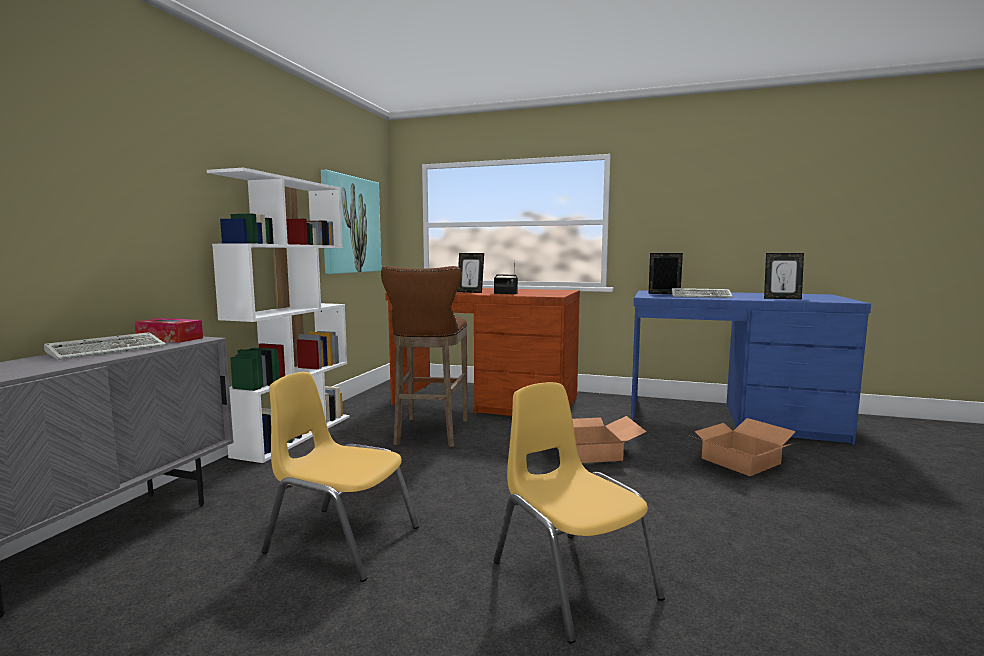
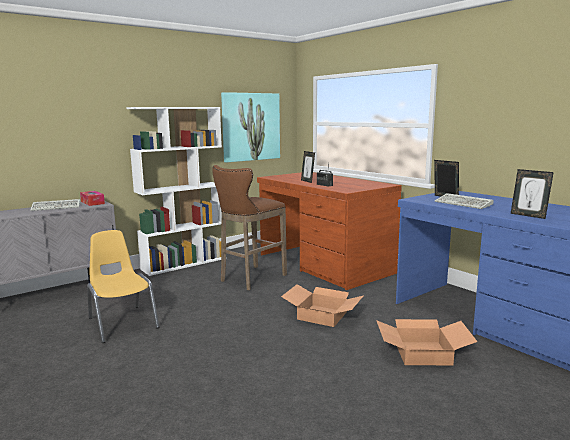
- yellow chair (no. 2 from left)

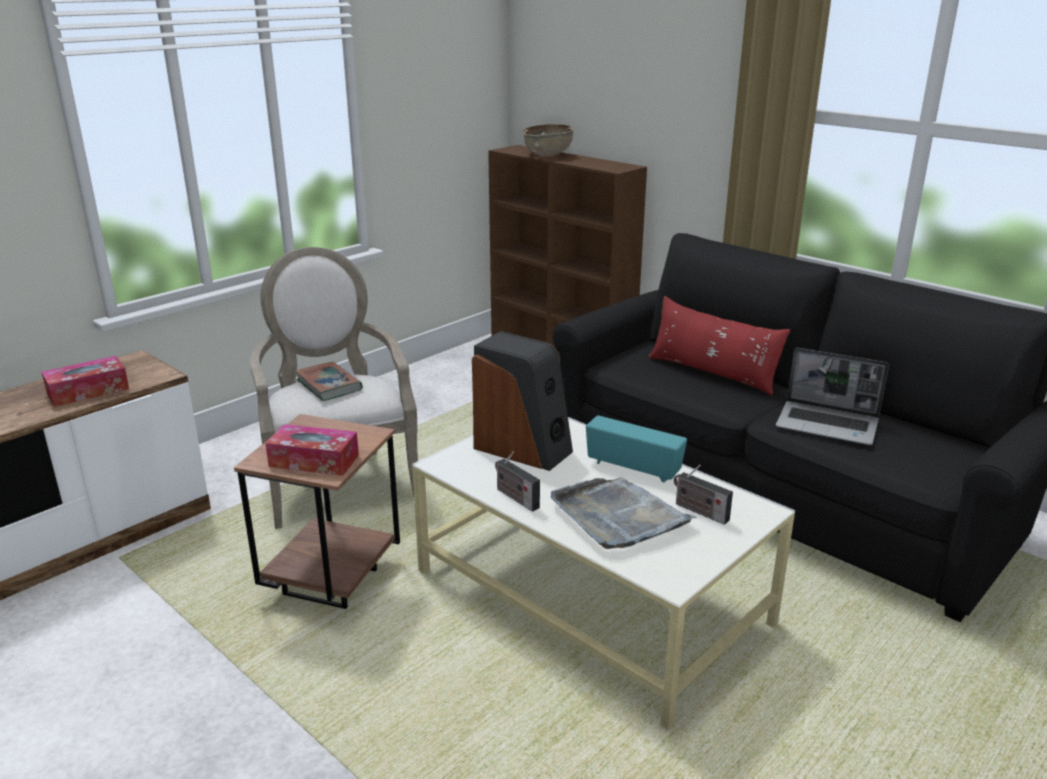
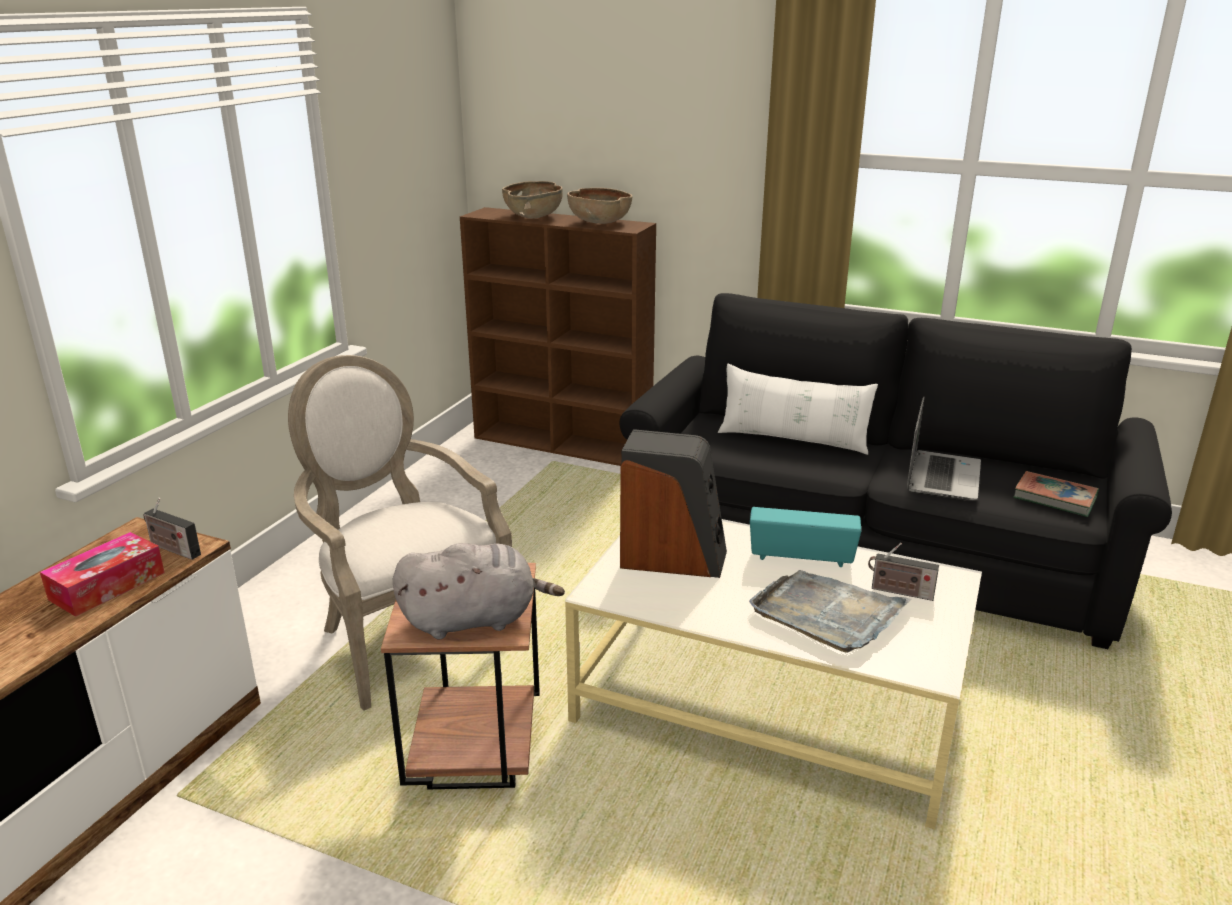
~ red pillow to white pillow
~ laptop 75 degrees counterclockwise
~ book
~ tissue box (no. 2 from left) to grey plush toy
~ radio (no. 1 from left)
+ brown bowl (no. 2 from left)

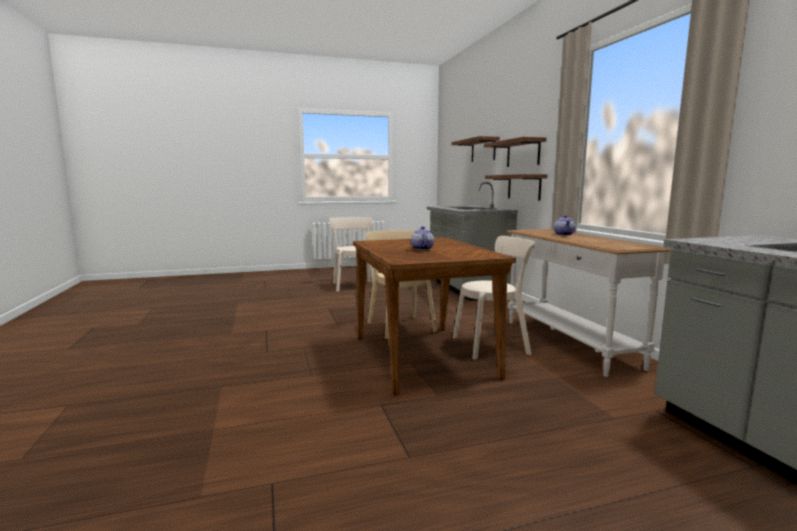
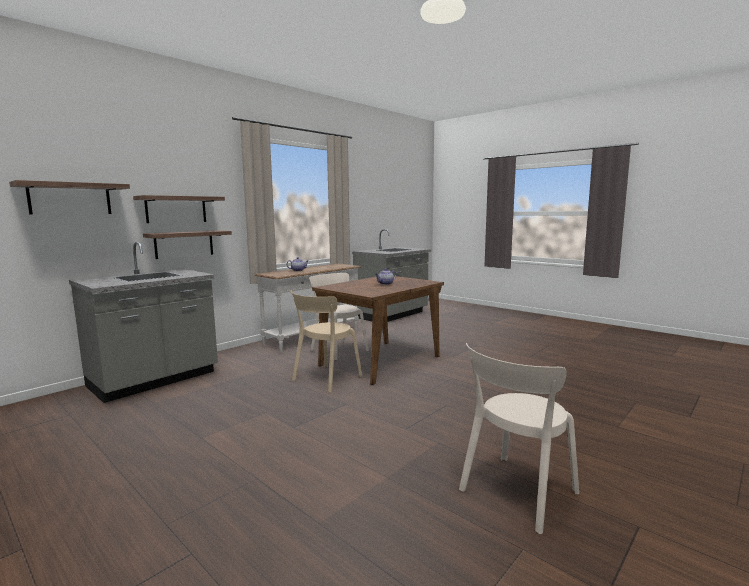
~ beige chair (no. 1 from left in the first image) to beige chair (no. 3 from left)

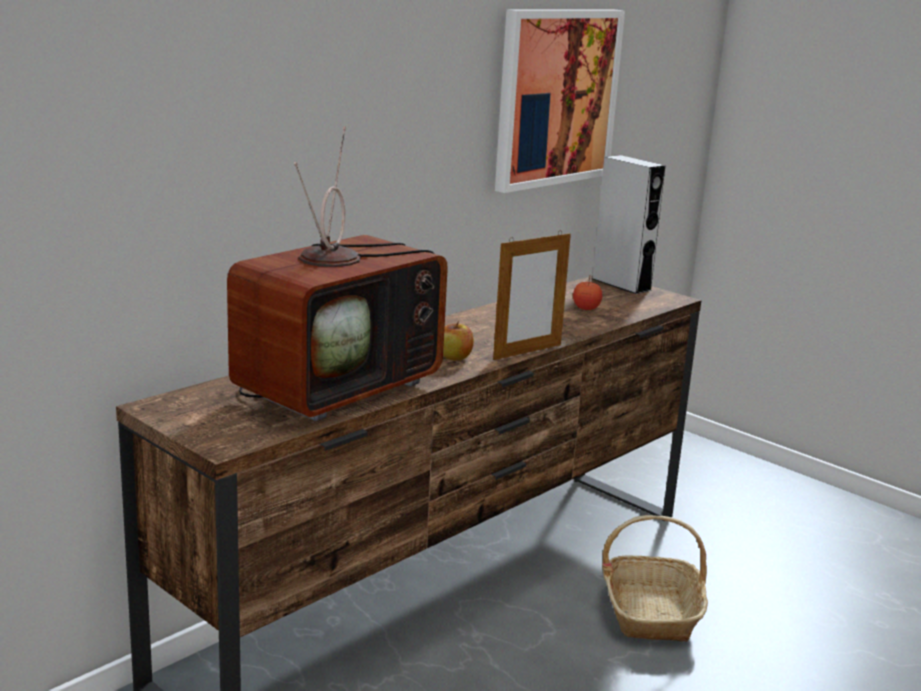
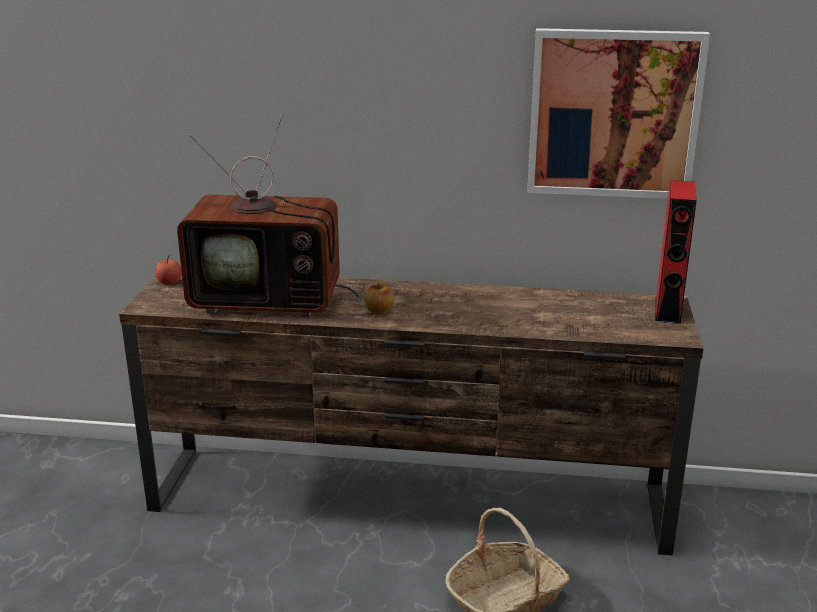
~ grey speaker to red speaker
- picture frame
~ apple (no. 2 from left in the first image) to apple (no. 1 from left)

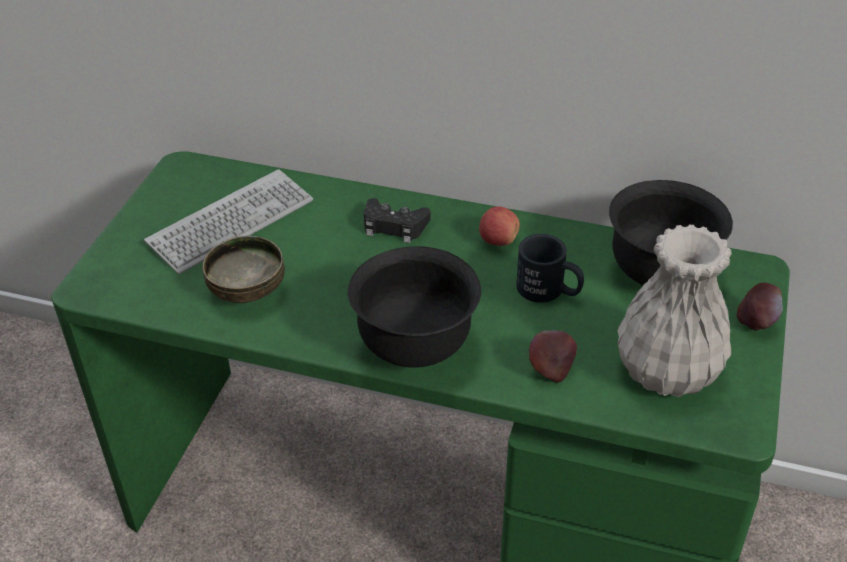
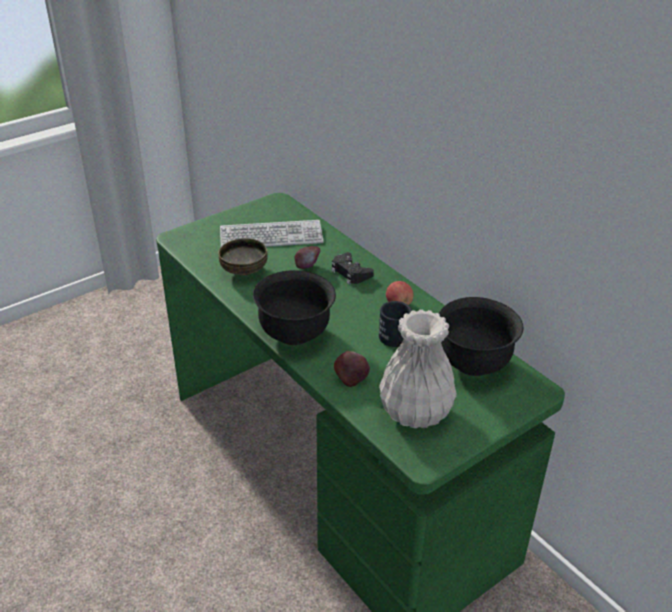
~ apple (no. 3 from left in the first image) to apple (no. 1 from left)

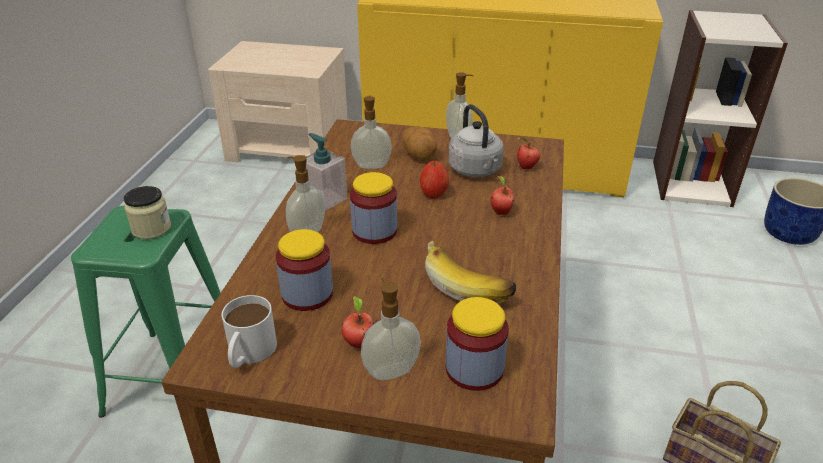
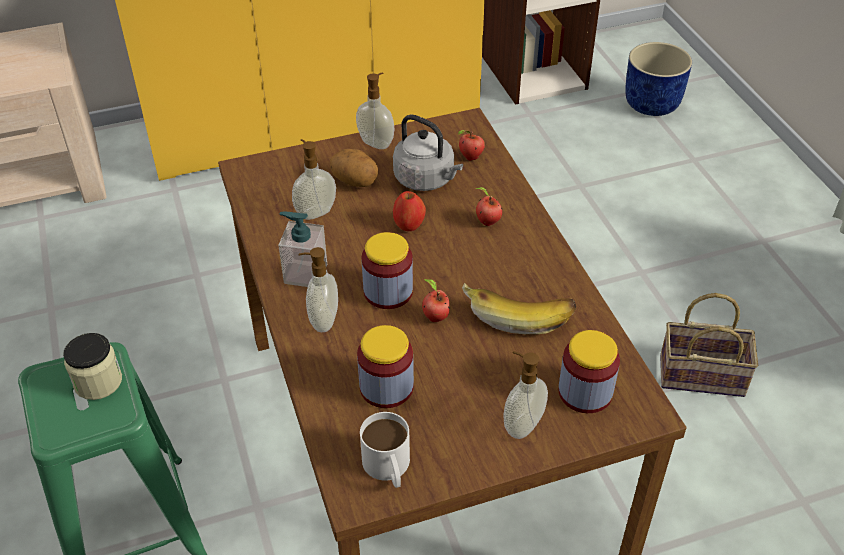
~ apple (no. 1 from left in the first image) to apple (no. 2 from left)

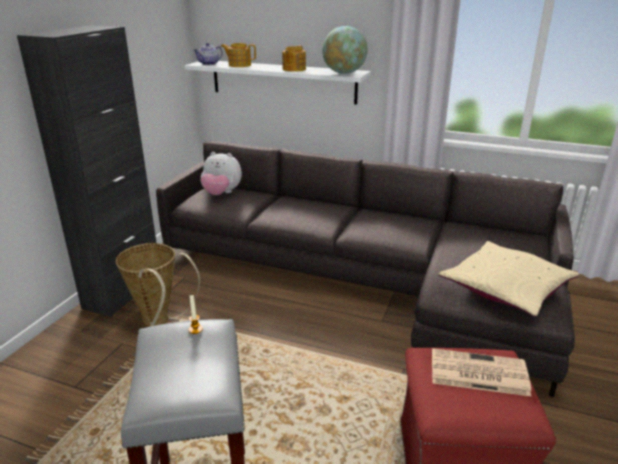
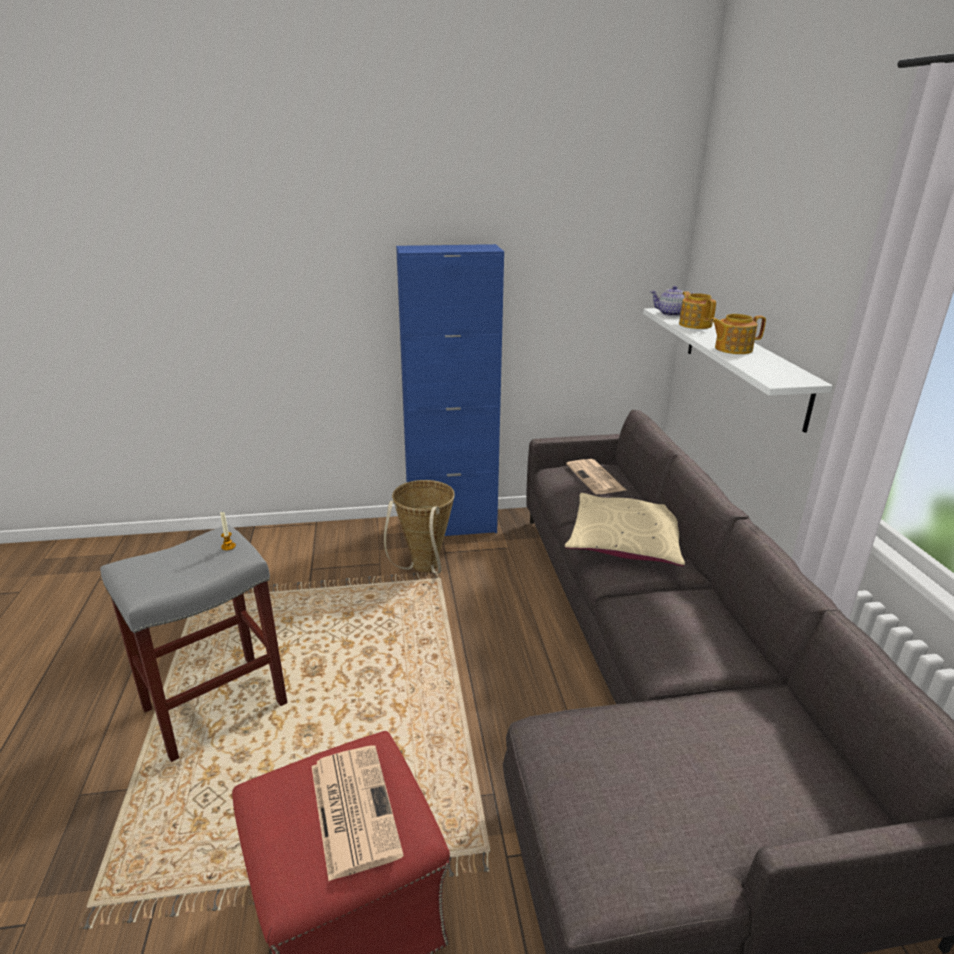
~ black cabinet to blue cabinet
- globe
~ plush toy to newspaper (no. 2 from left)
~ beige pillow

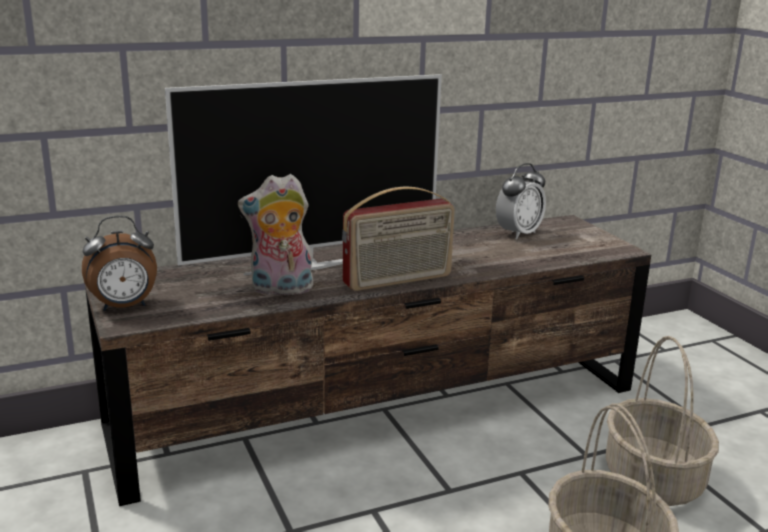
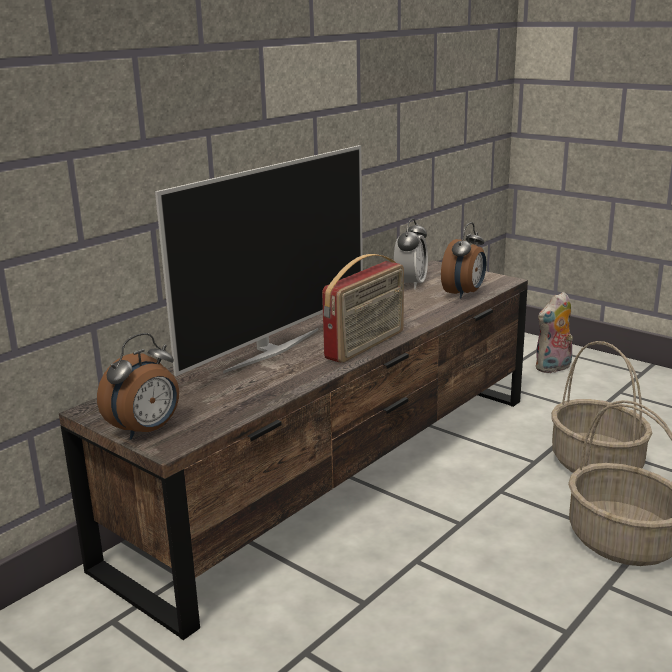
~ plush toy
+ alarm clock (no. 3 from left)

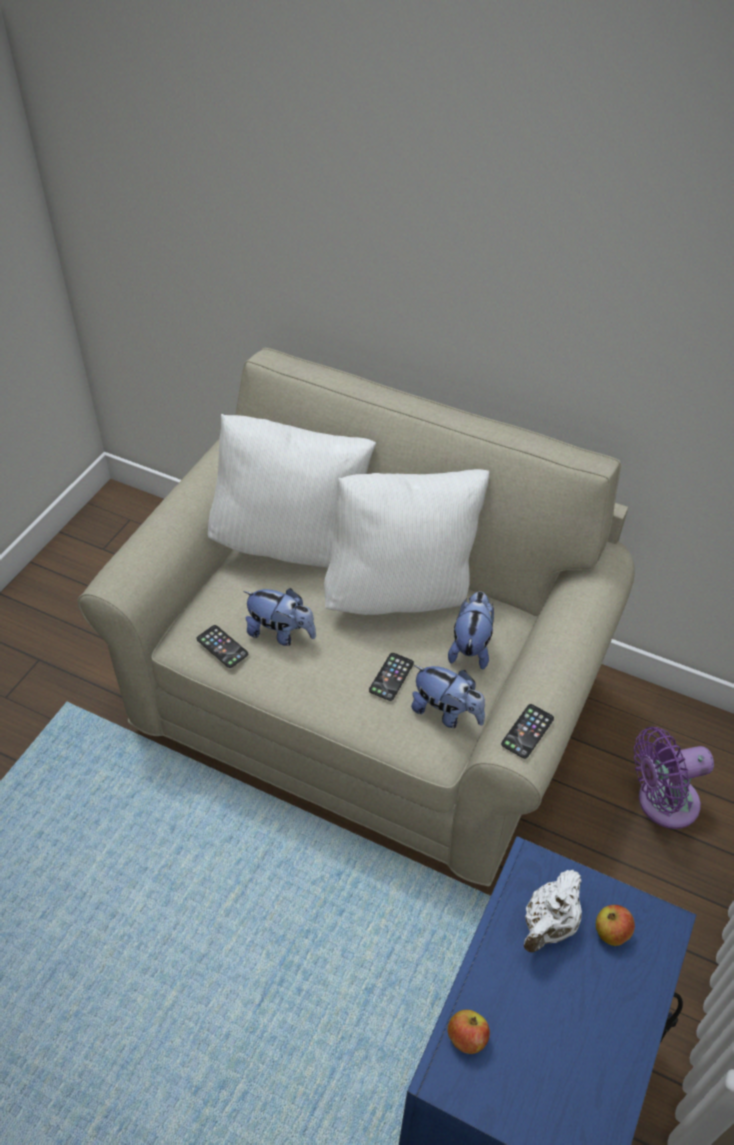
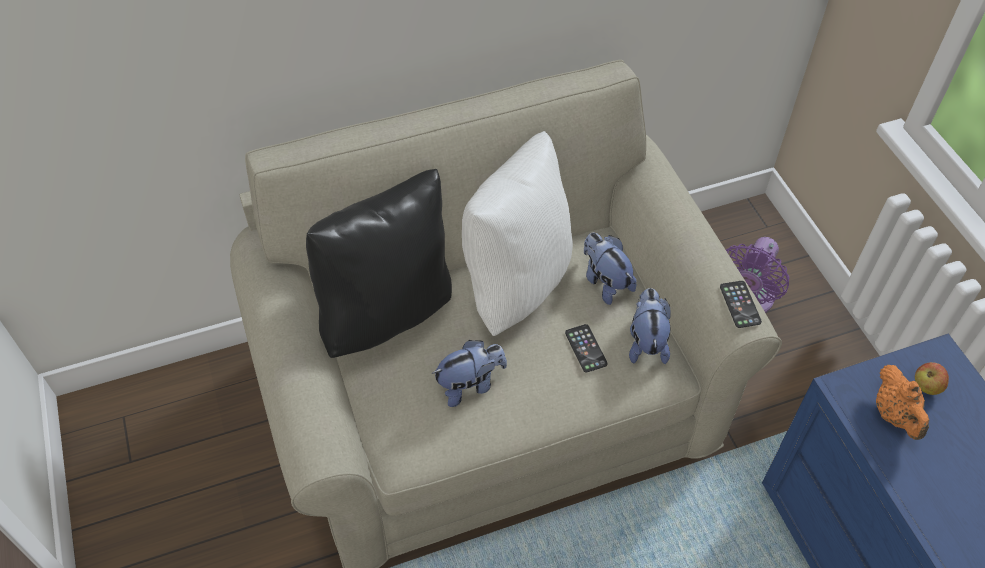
~ white pillow (no. 1 from left) to black pillow
- phone (no. 1 from left)
~ plush toy (no. 2 from left in the first image) 75 degrees counterclockwise
~ white teapot to orange teapot
- apple (no. 1 from left)

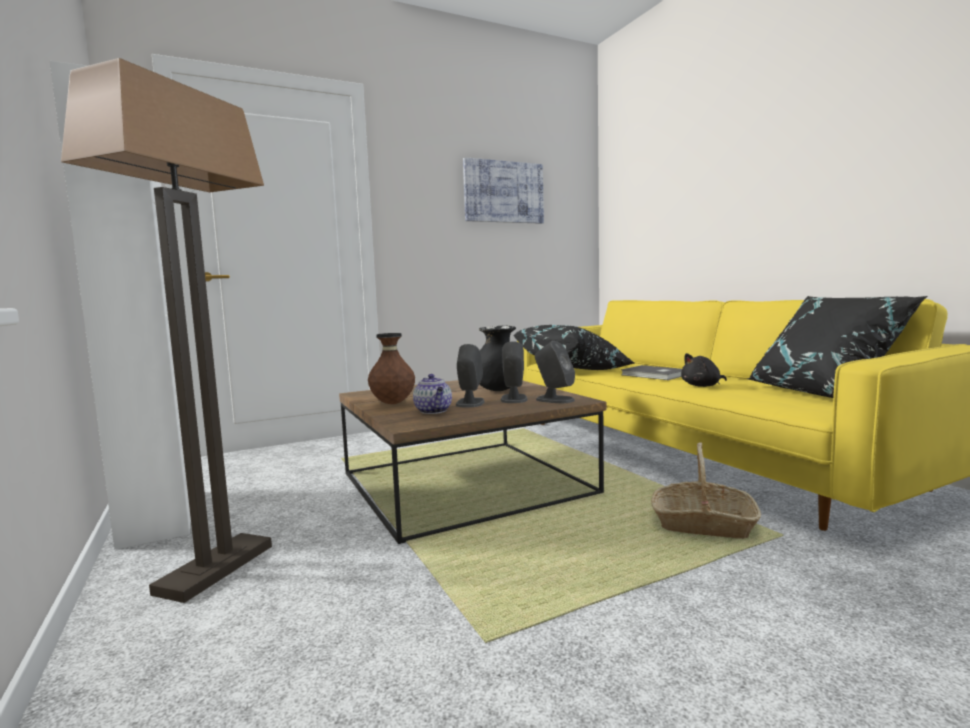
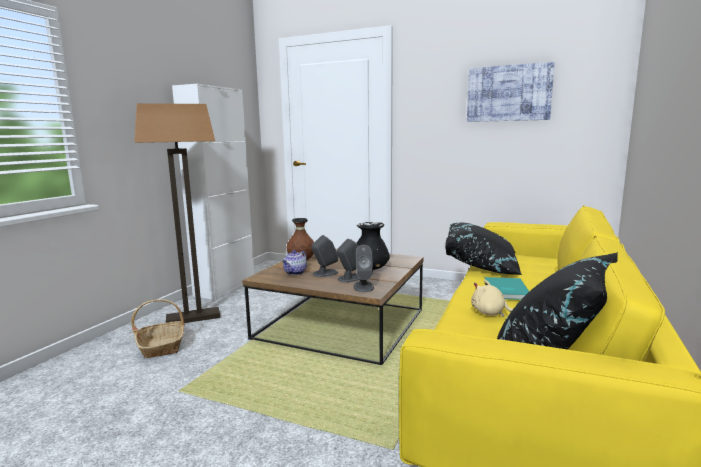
~ black plush toy to beige plush toy
~ grey book to turquoise book
~ basket

